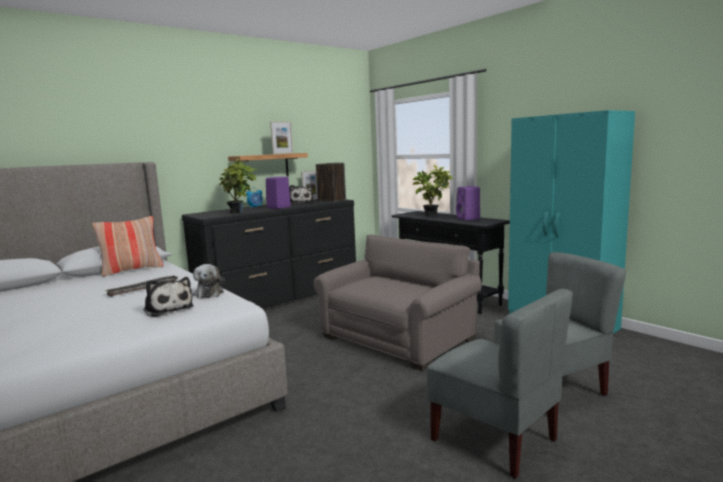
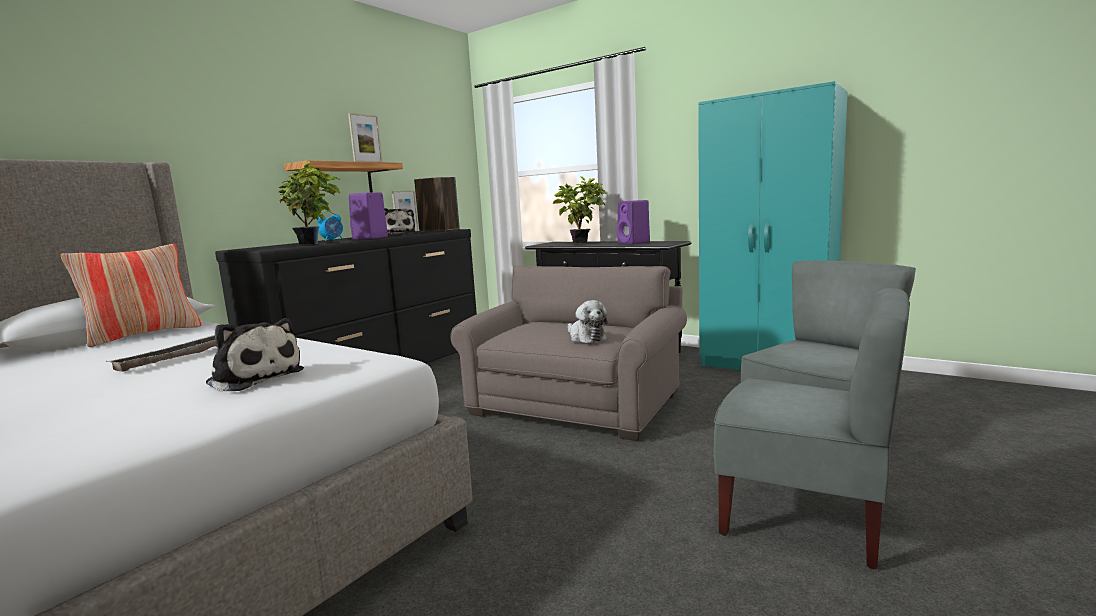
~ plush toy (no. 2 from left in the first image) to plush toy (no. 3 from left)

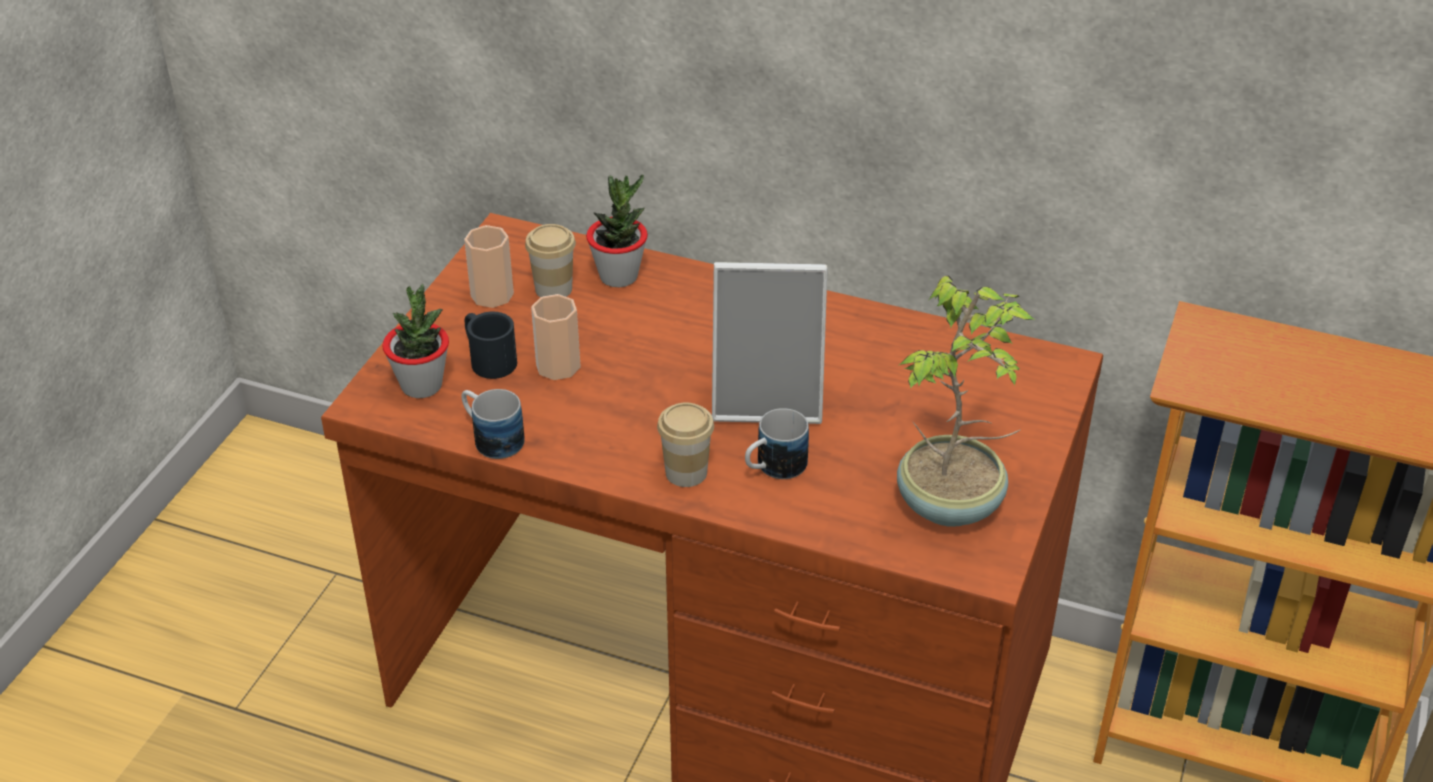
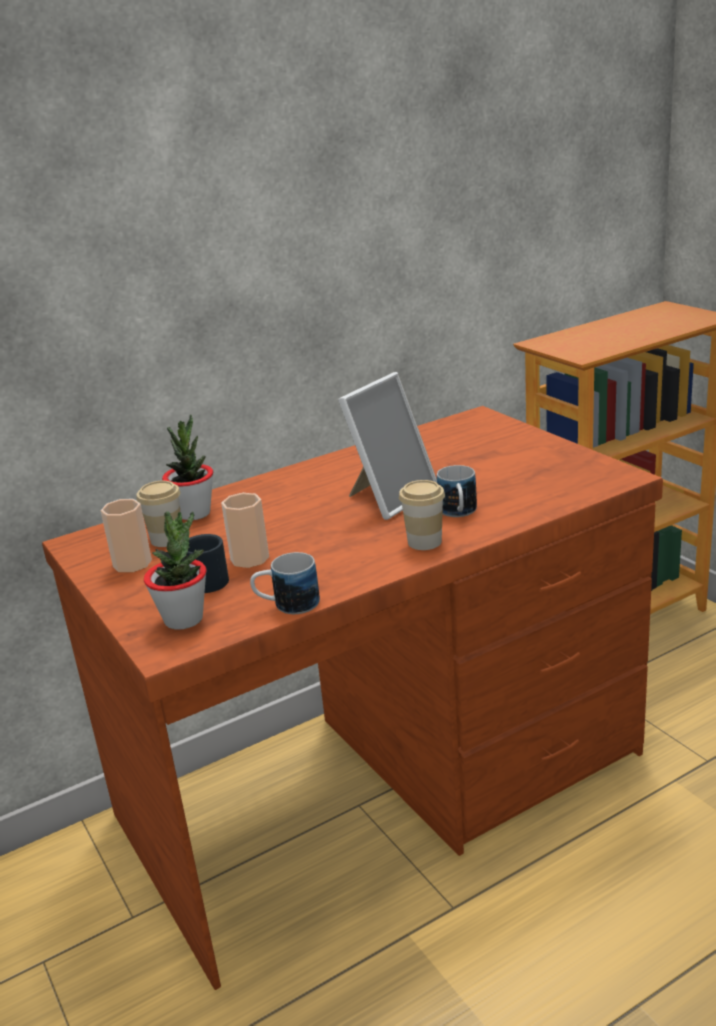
- potted plant (no. 3 from left)

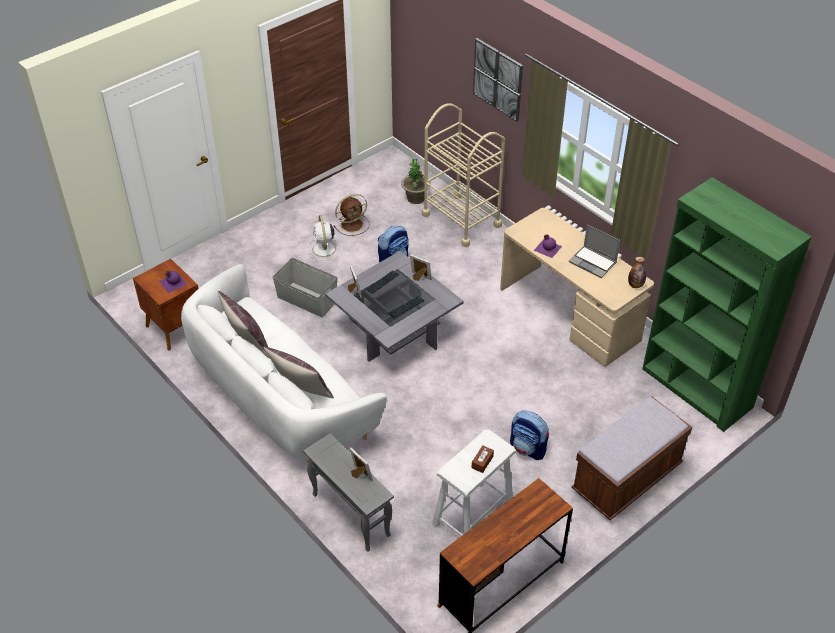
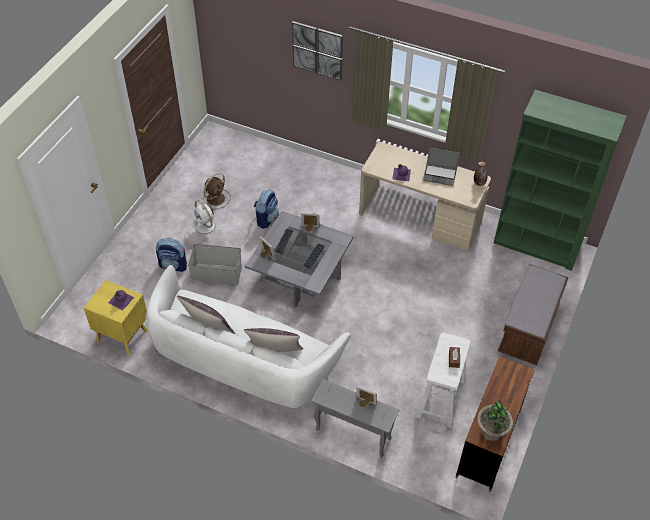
- beige cart
~ potted plant
~ brown nightstand to yellow nightstand
~ backpack (no. 2 from left in the first image) to backpack (no. 1 from left)

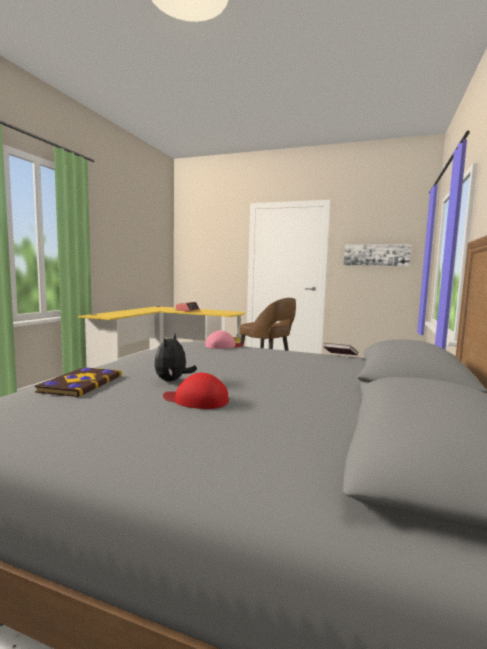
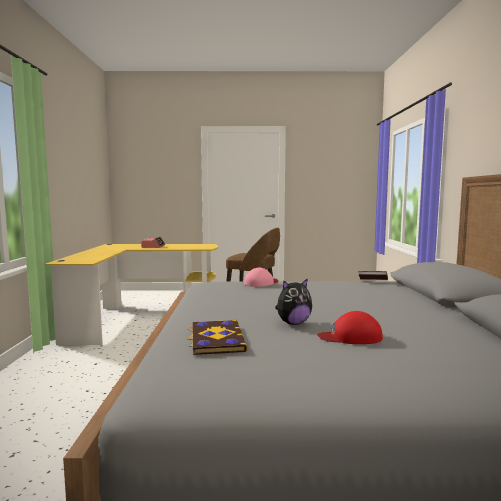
- picture
~ plush toy 105 degrees counterclockwise

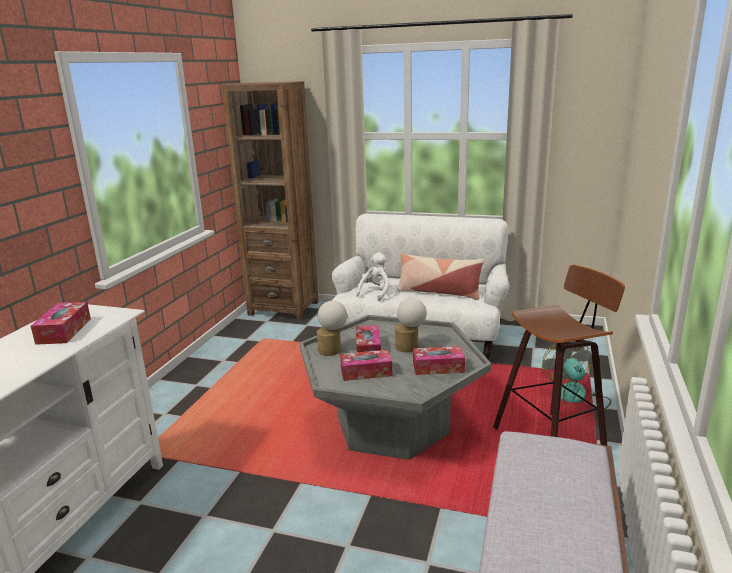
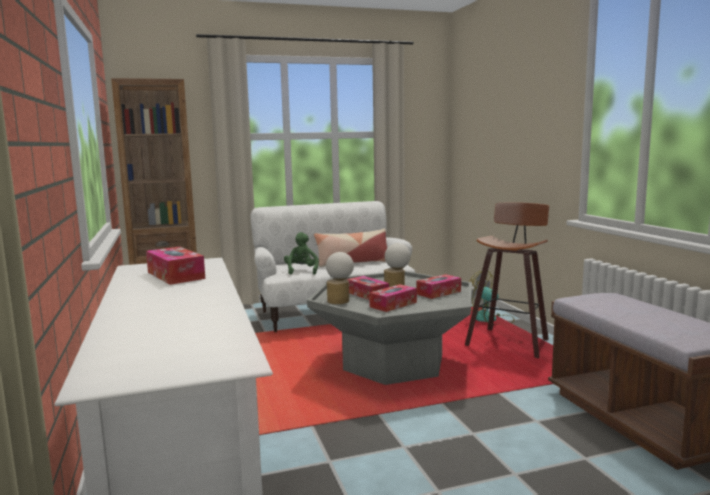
~ white plush toy to green plush toy

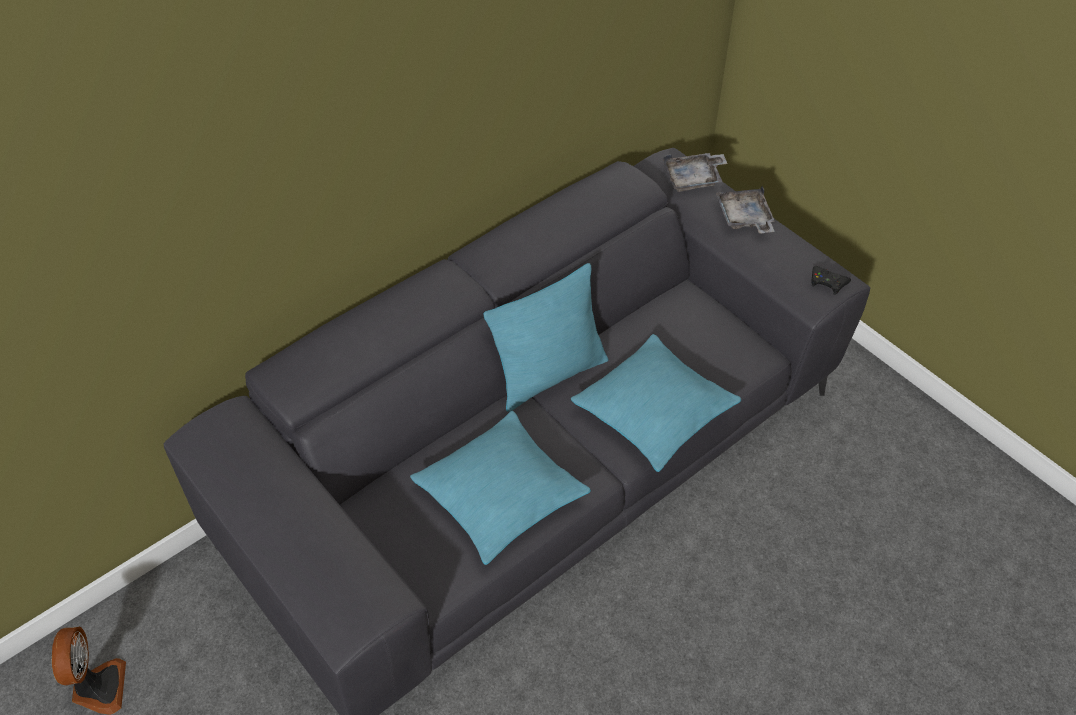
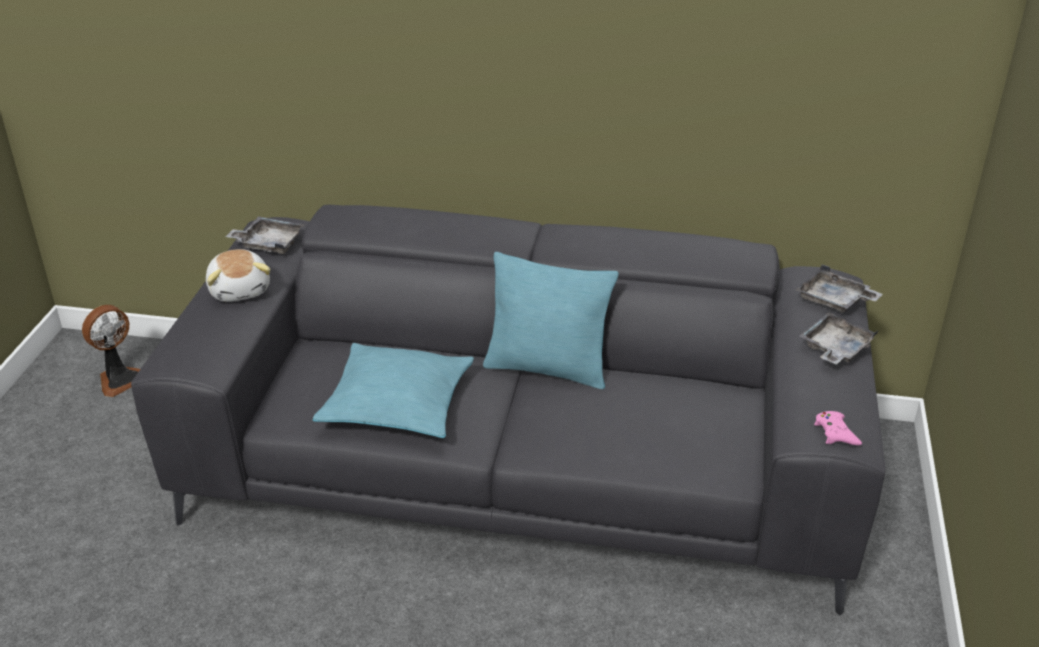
~ black game controller to pink game controller
- turquoise pillow (no. 3 from left)
+ grey tray (no. 1 from left)
+ plush toy

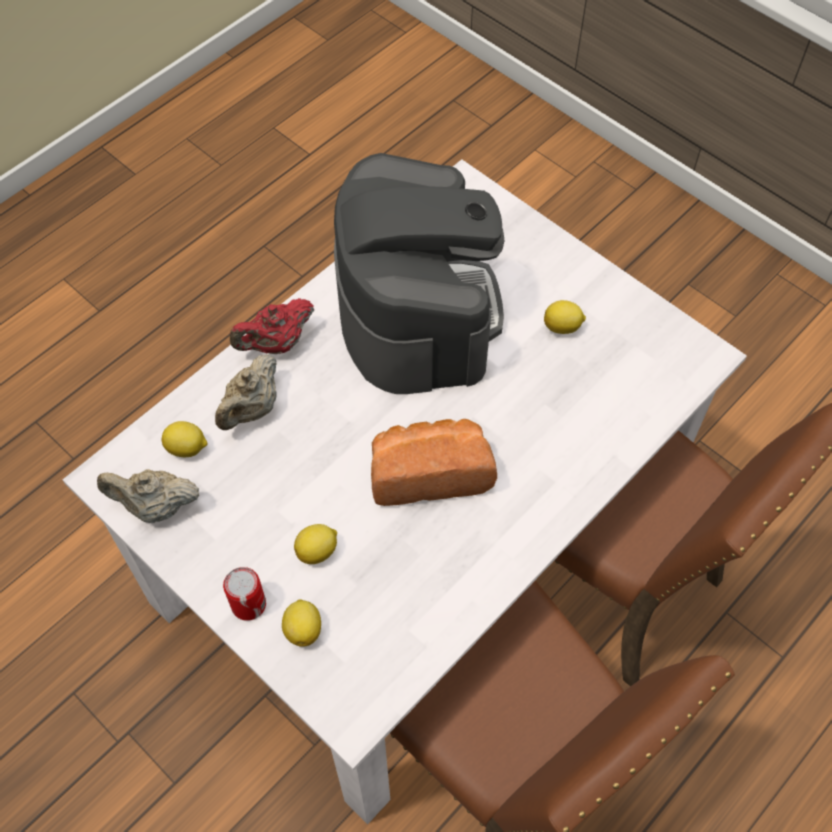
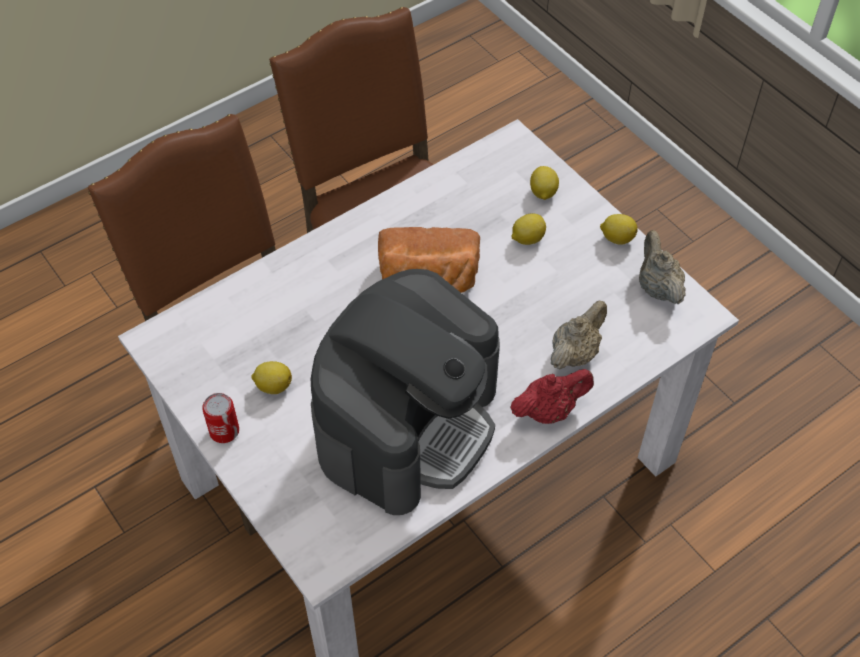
~ coffee machine 150 degrees counterclockwise
~ lemon (no. 1 from left in the first image) to lemon (no. 4 from left)
~ beige teapot (no. 1 from left in the first image) 120 degrees counterclockwise
~ can

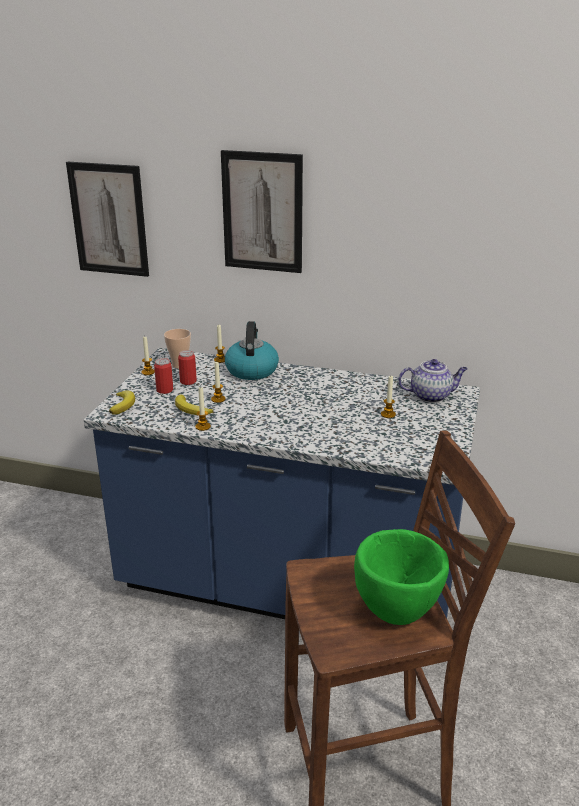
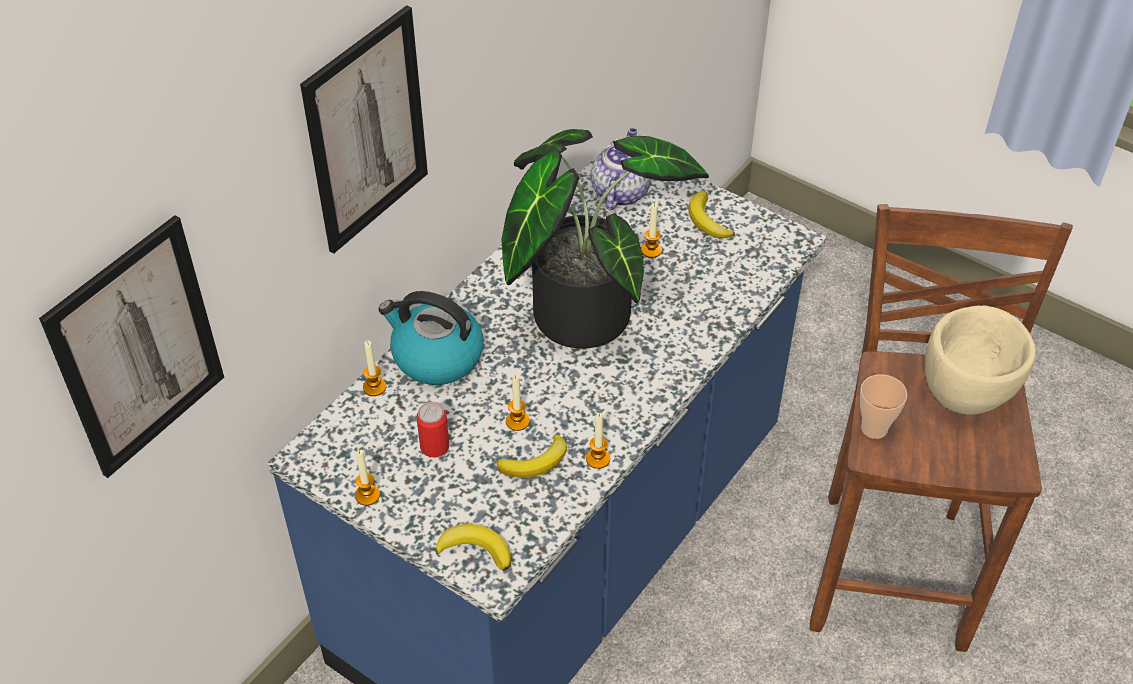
~ cup
- can (no. 1 from left)
~ green bowl to beige bowl
+ potted plant
+ banana (no. 3 from left)

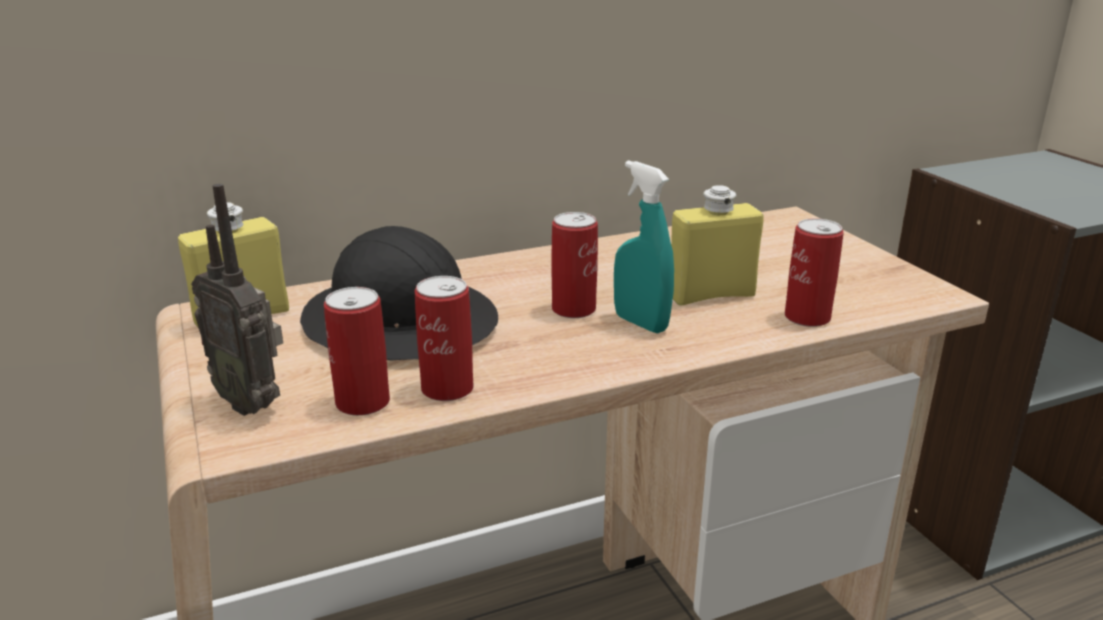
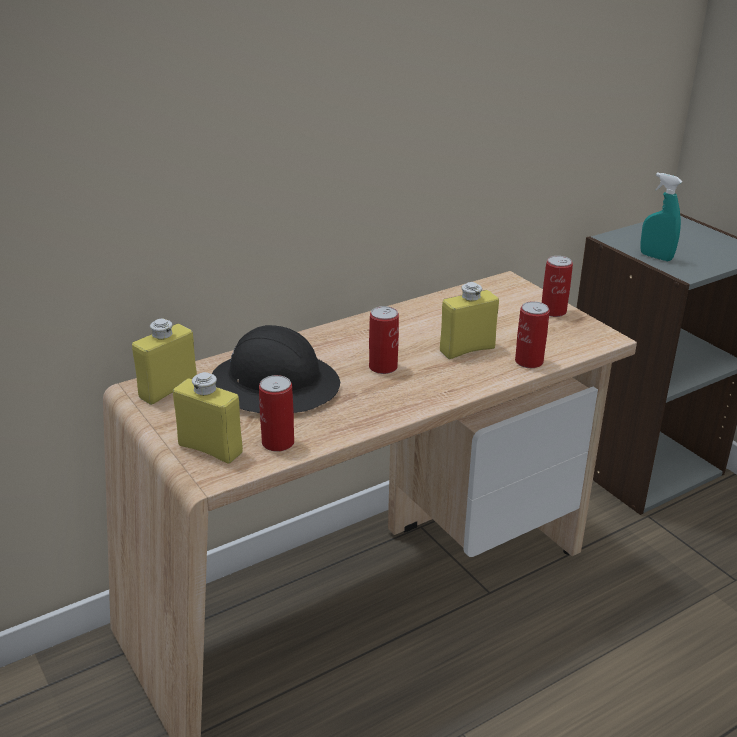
~ turquoise spray bottle
~ radio to yellow bottle (no. 2 from left)
~ can (no. 2 from left in the first image) to can (no. 4 from left)

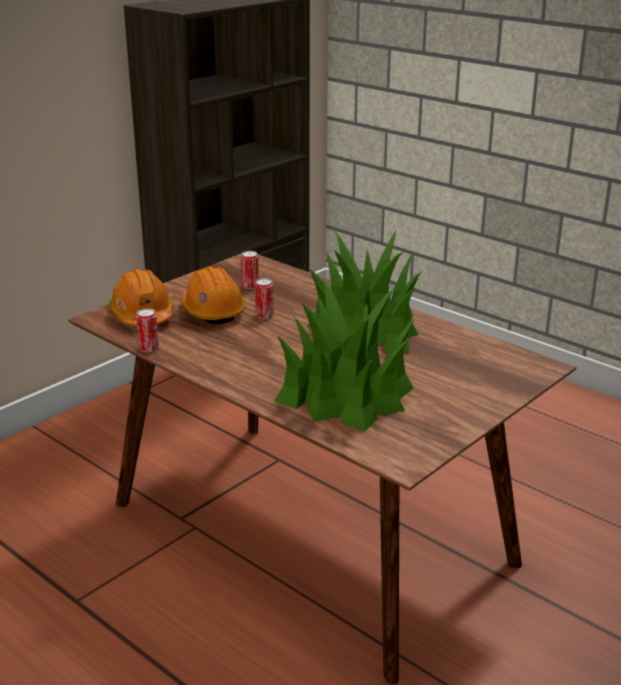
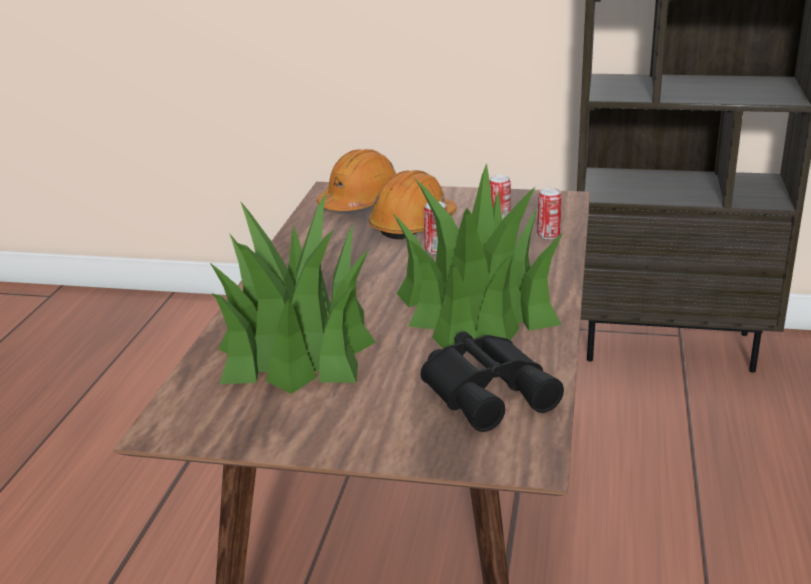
~ can (no. 1 from left in the first image) to can (no. 3 from left)
+ black binoculars

